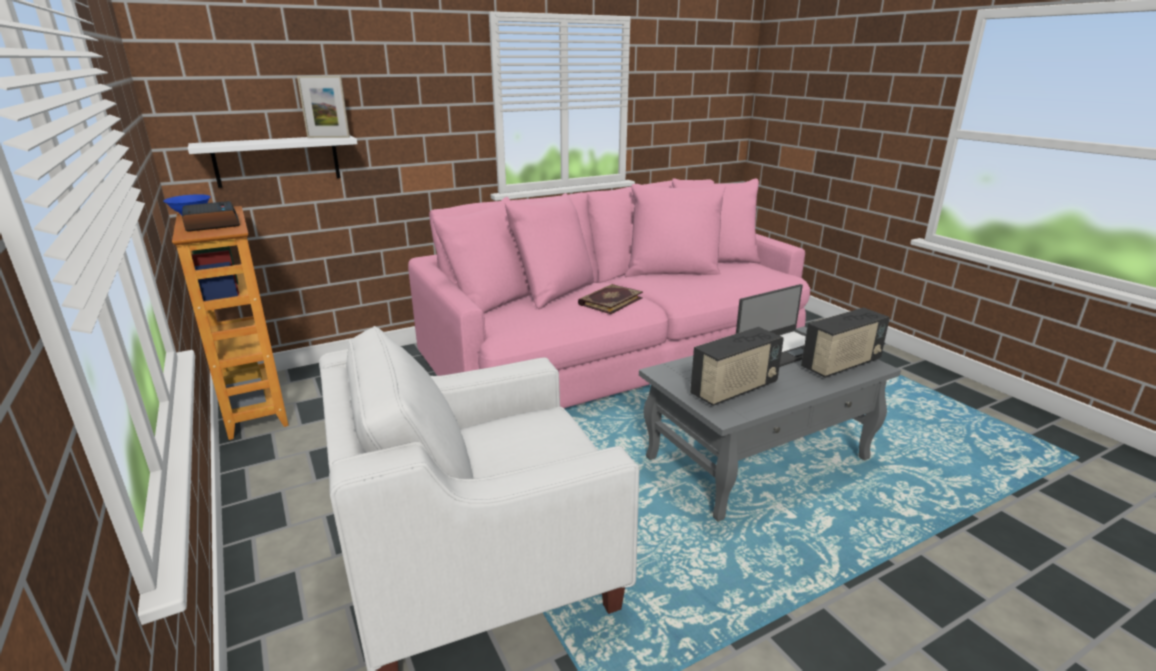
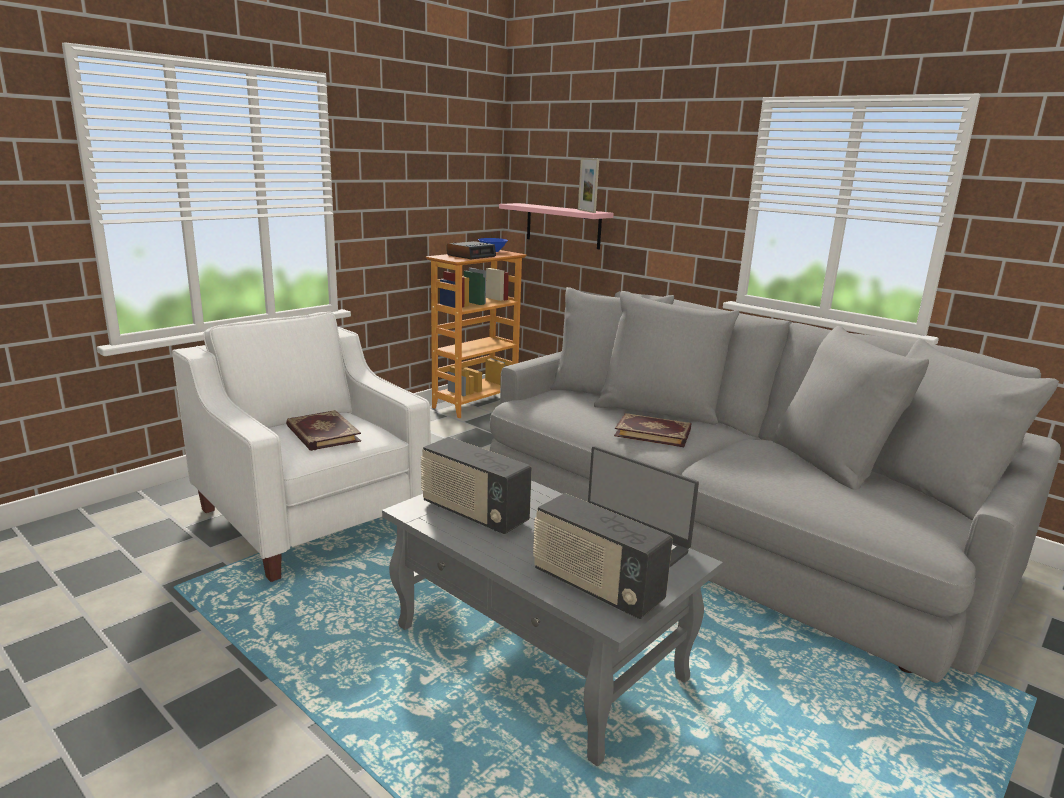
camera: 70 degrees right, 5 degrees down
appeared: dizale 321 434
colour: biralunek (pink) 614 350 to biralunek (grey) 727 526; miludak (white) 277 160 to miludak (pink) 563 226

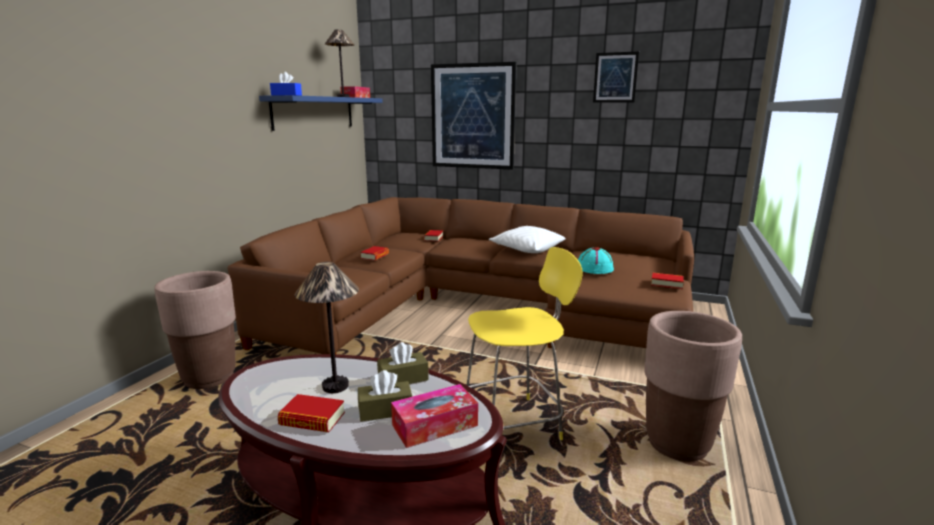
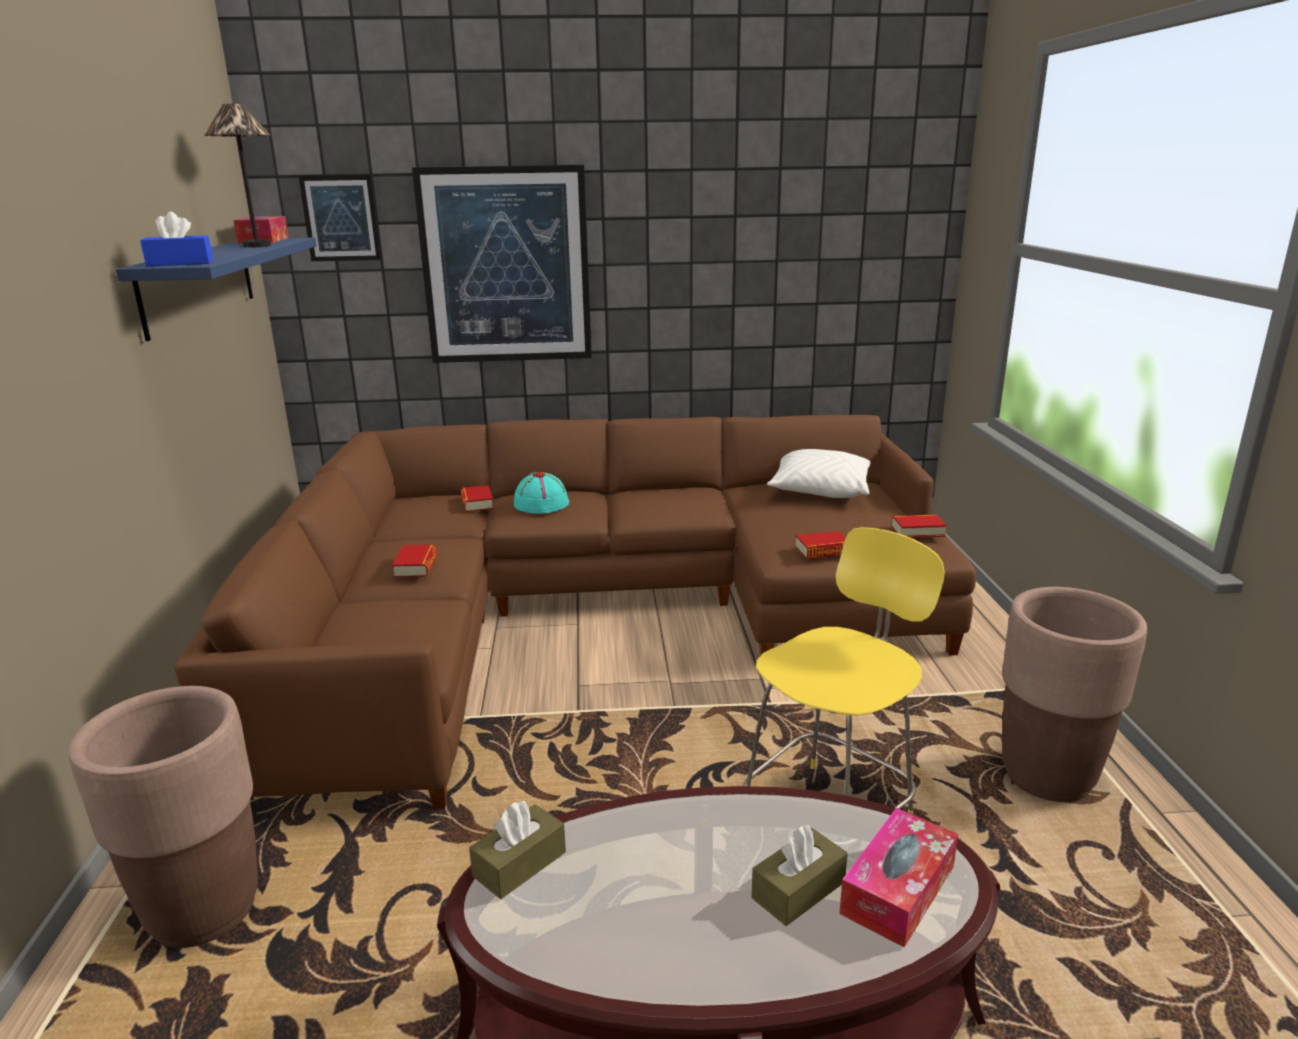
camera: 25 degrees left, 5 degrees up
missing: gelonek 335 386
relocated: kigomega 615 77 to 341 218; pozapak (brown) 403 378 to 519 864; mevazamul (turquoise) 594 268 to 541 503; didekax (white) 527 249 to 820 491; dizale 312 419 to 822 550

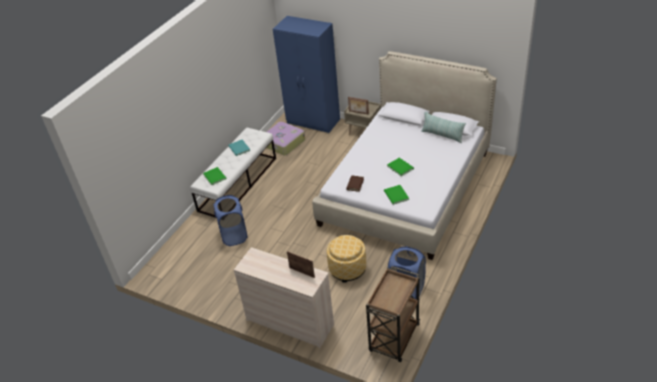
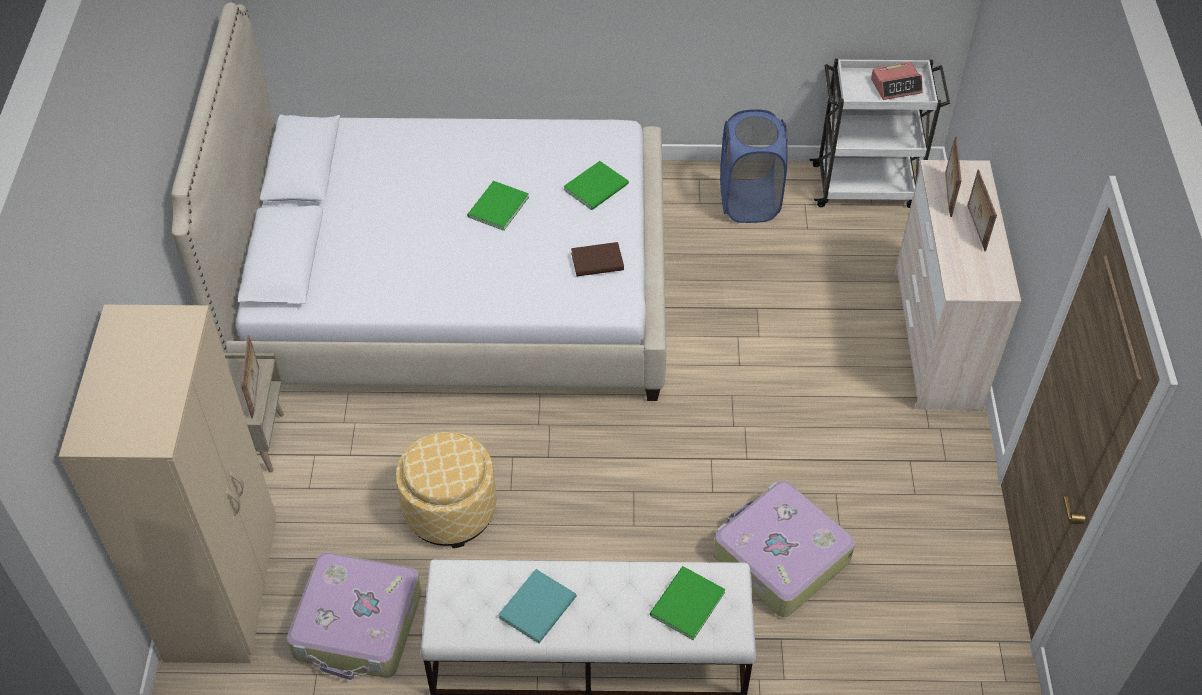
camera: 120 degrees left, 10 degrees up
missing: didekax 442 135
appeared: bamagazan 896 86; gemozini 975 228
relocated: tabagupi 347 269 to 450 510
exchanged: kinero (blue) 234 236 to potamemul 779 557
colour: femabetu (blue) 313 122 to femabetu (beige) 225 589; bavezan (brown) 394 339 to bavezan (white) 866 186

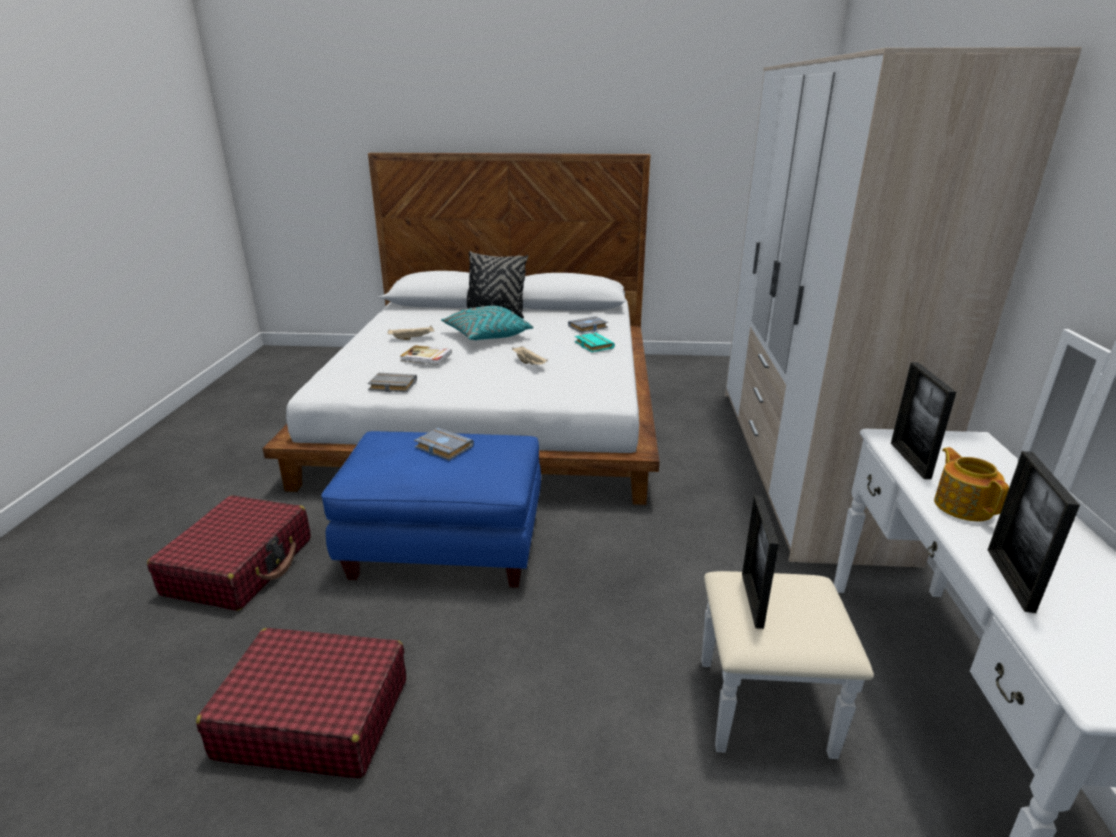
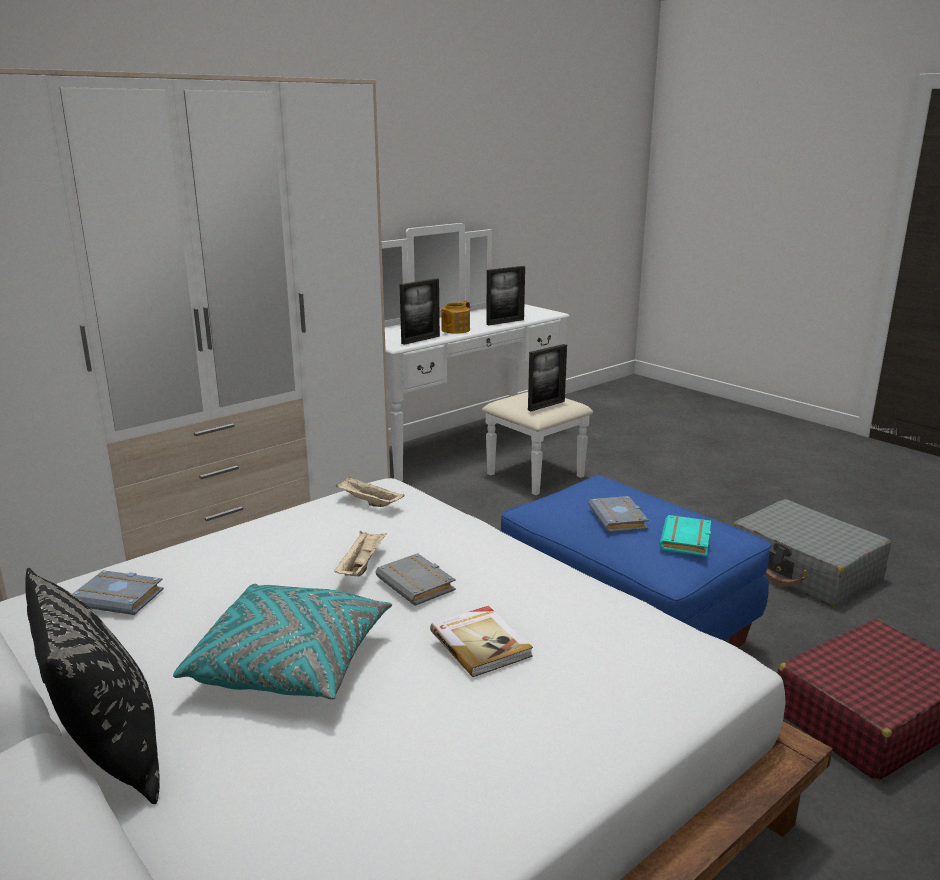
camera: 135 degrees left, 5 degrees down
relocated: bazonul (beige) 412 338 to 368 502; dizale (grey) 391 386 to 418 584; dizale (turquoise) 592 345 to 687 541
colour: potamemul (red) 314 717 to potamemul (grey) 805 569

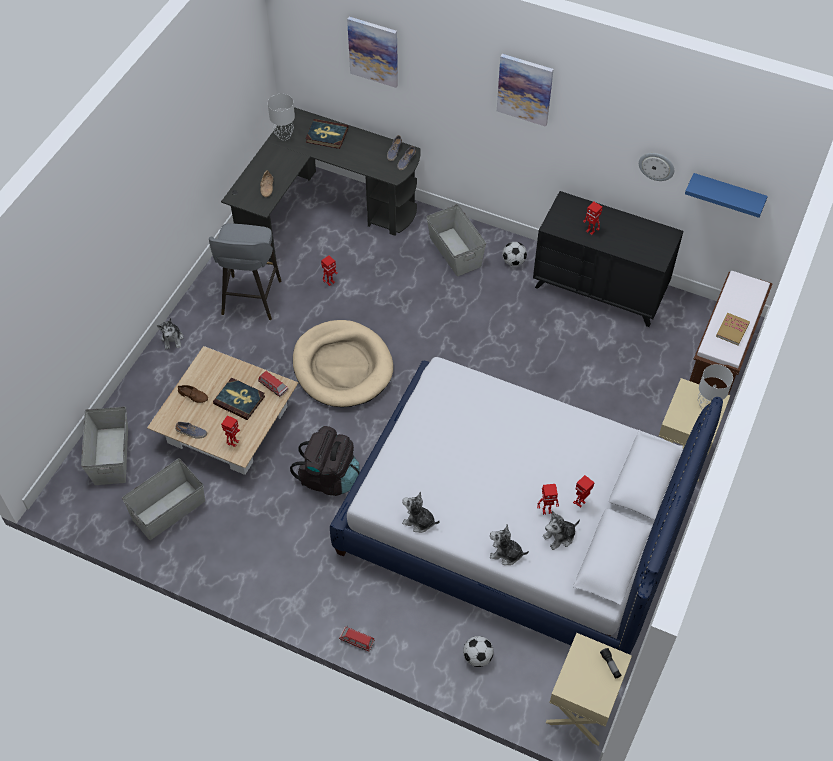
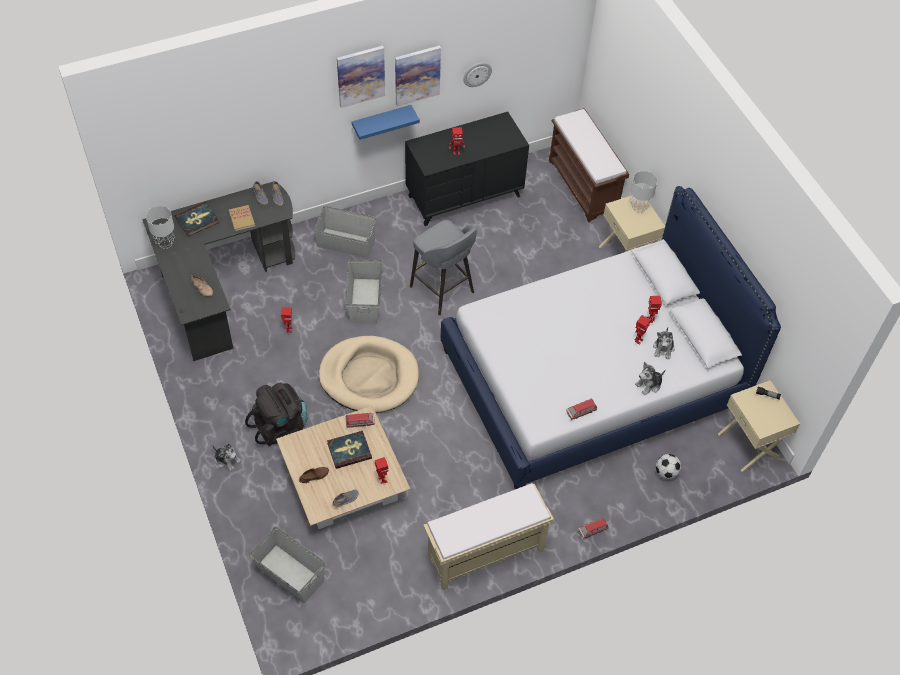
camera: 50 degrees left, 0 degrees up
missing: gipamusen 513 262
appeared: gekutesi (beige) 484 554
relocated: dizale 732 330 to 242 219; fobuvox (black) 329 477 to 280 426; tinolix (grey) 168 510 to 364 301; miludak (blue) 727 194 to 381 122; kigomega 373 51 to 417 75; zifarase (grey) 250 299 to 443 291
exchanged: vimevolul 419 521 to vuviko 581 411

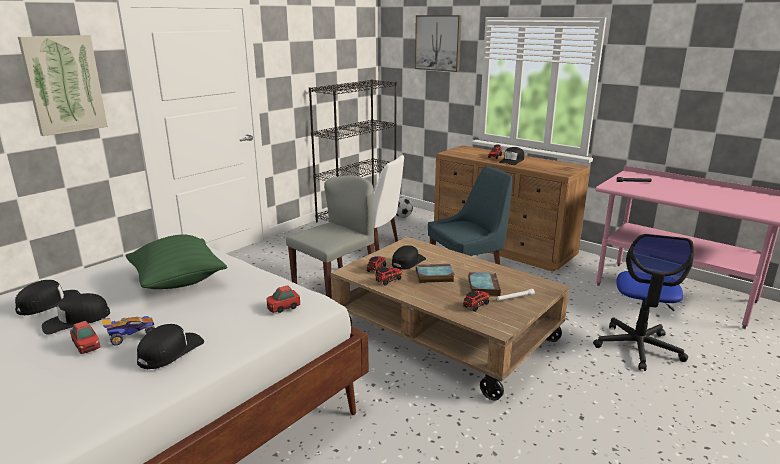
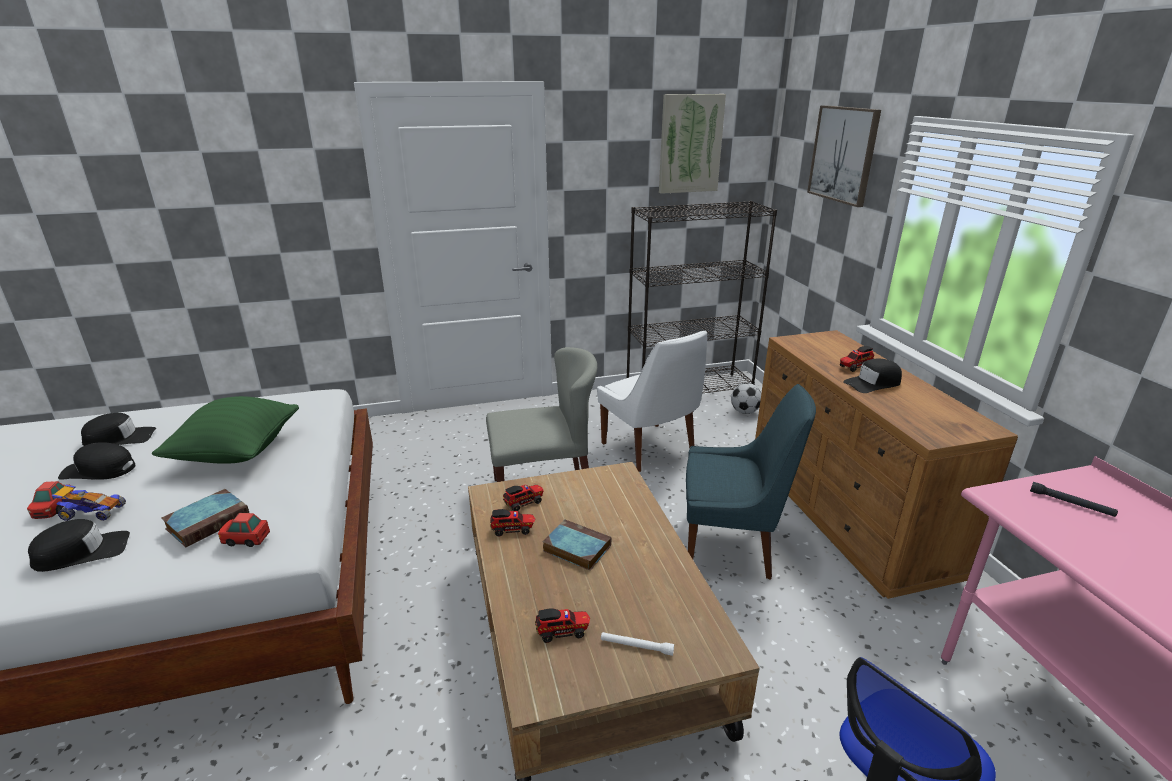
camera: 35 degrees right, 5 degrees up
missing: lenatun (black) 408 262
relocated: dizale 483 287 to 209 521; kigomega 64 84 to 690 144

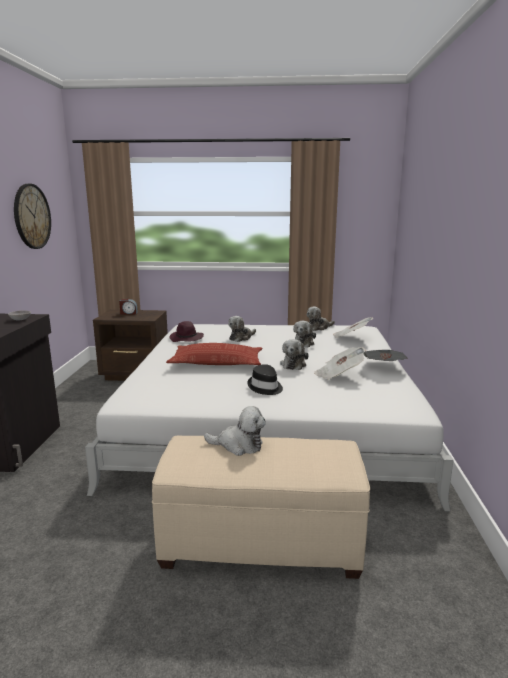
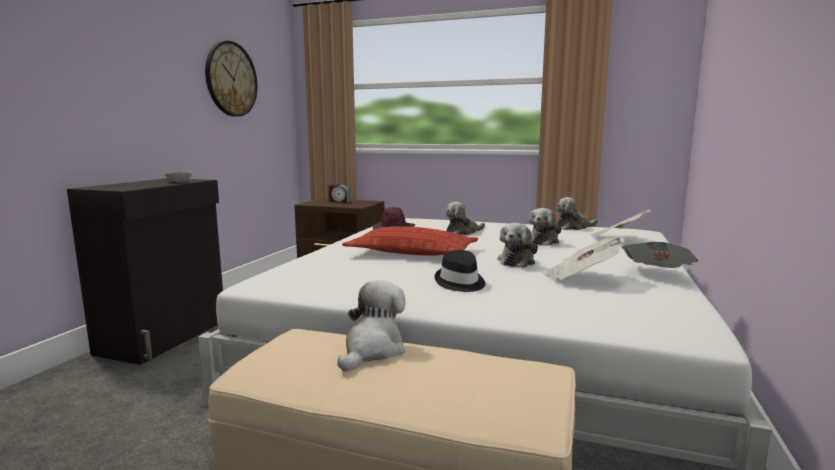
camera: 15 degrees right, 5 degrees down
spun: vimevolul 238 445 = 372 350 90 degrees counterclockwise

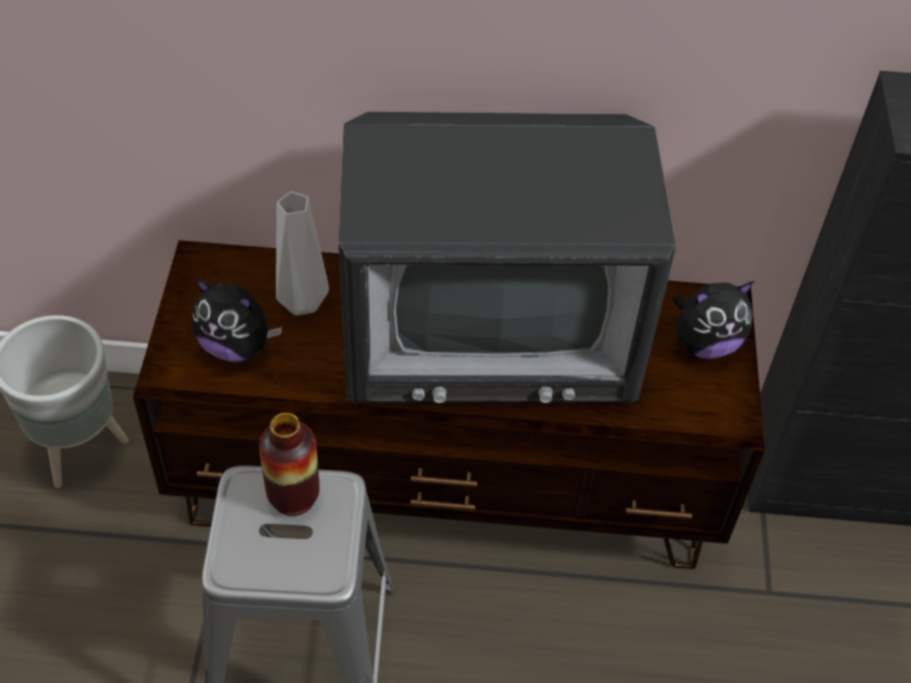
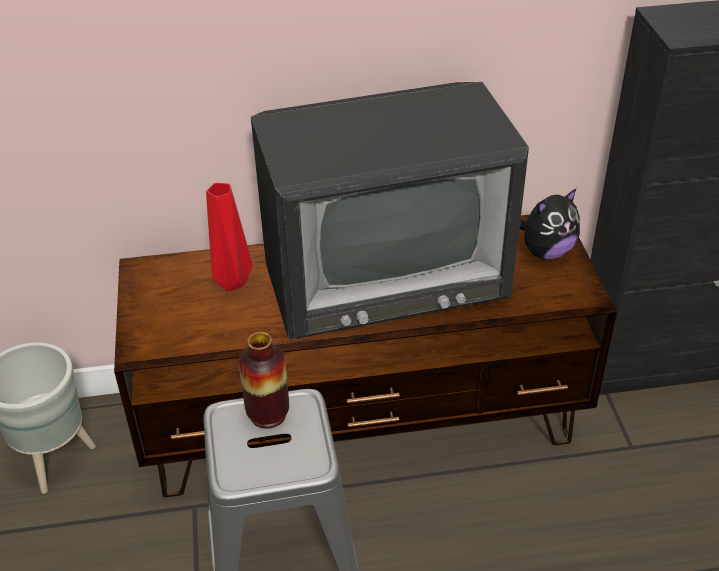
camera: 10 degrees left, 10 degrees down
missing: vimevolul 236 346
colour: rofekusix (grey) 300 302 to rofekusix (red) 230 281

